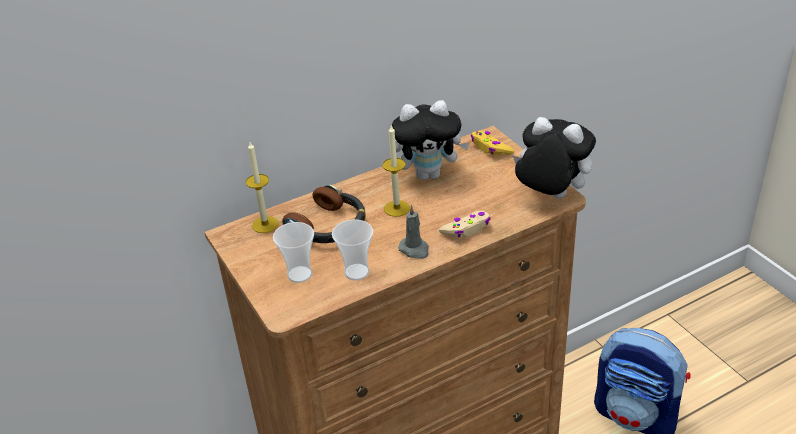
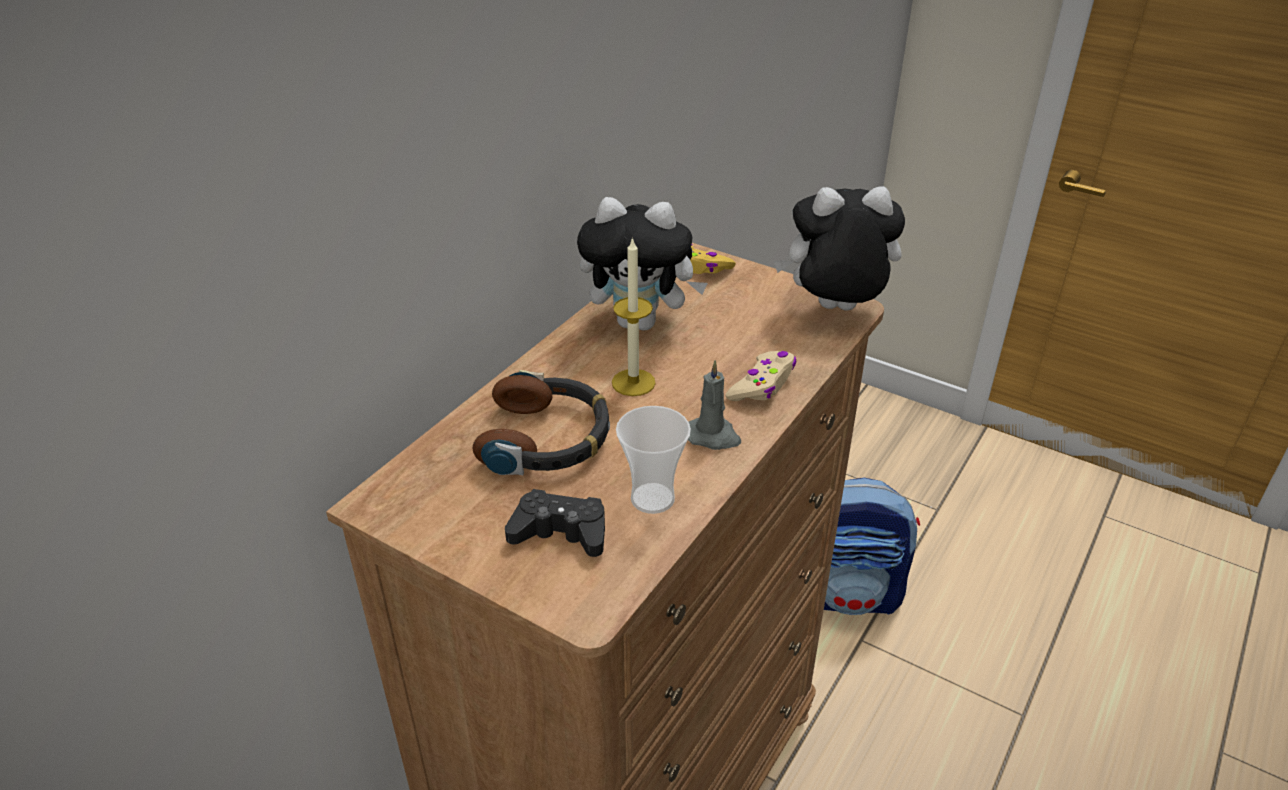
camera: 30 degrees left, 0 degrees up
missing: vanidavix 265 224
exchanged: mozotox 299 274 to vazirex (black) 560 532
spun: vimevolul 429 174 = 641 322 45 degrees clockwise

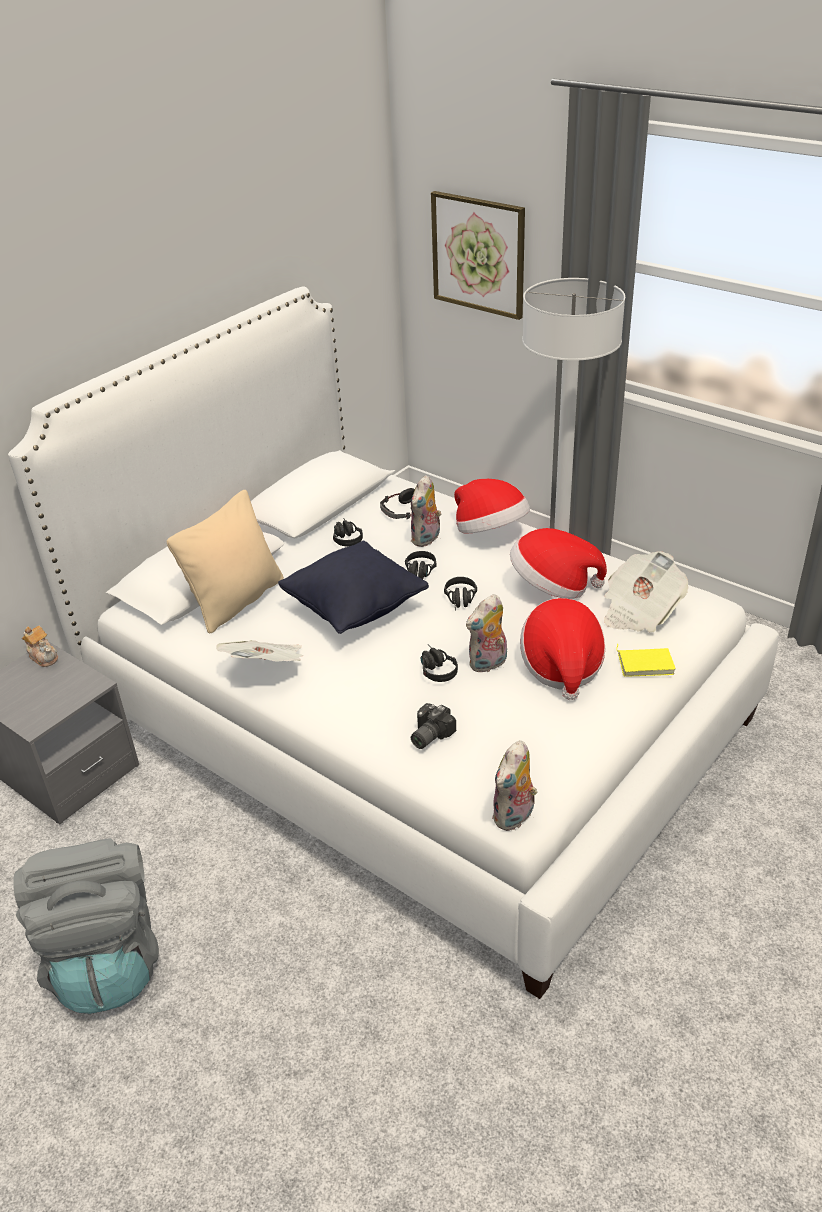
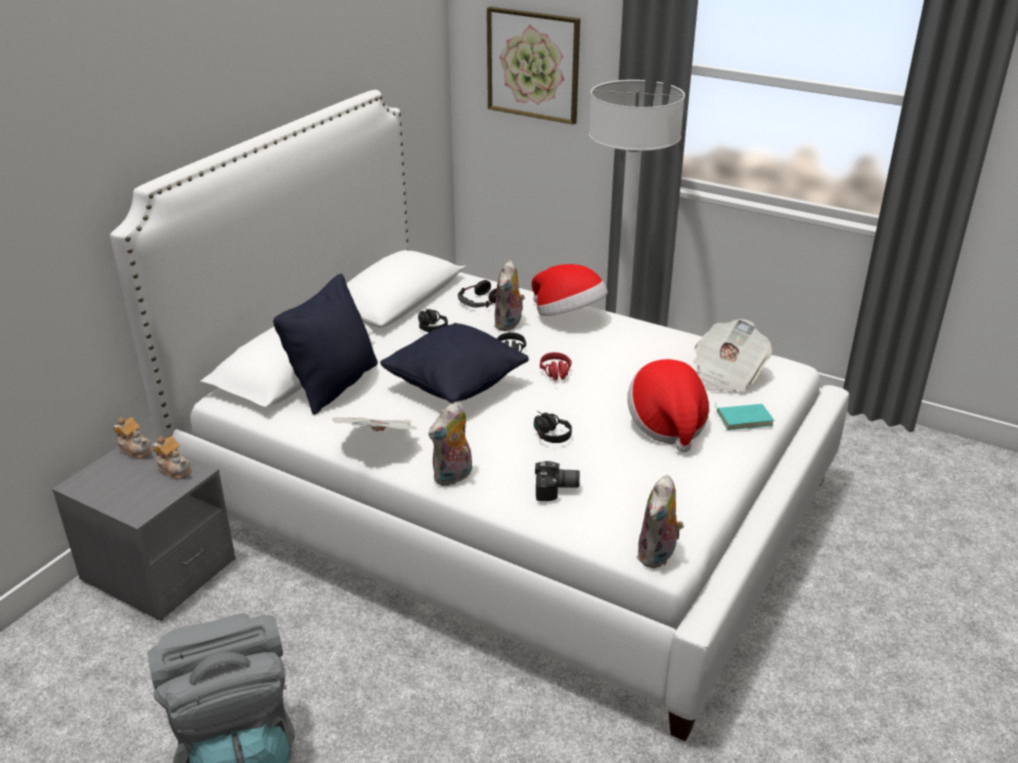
camera: 10 degrees left, 5 degrees down
missing: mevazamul 552 586
appeared: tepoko 174 469
relocated: vimevolul 488 664 to 453 477
colour: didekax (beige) 236 601 to didekax (black) 334 385; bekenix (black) 461 601 to bekenix (red) 557 375; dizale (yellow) 645 663 to dizale (turquoise) 744 418
spun: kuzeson 428 735 = 556 490 120 degrees counterclockwise

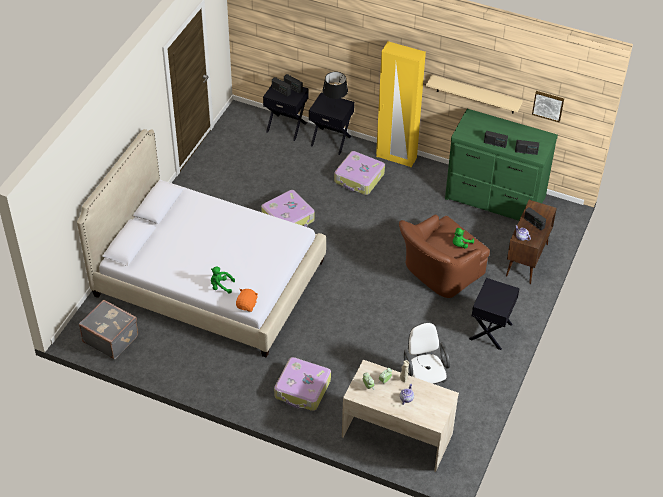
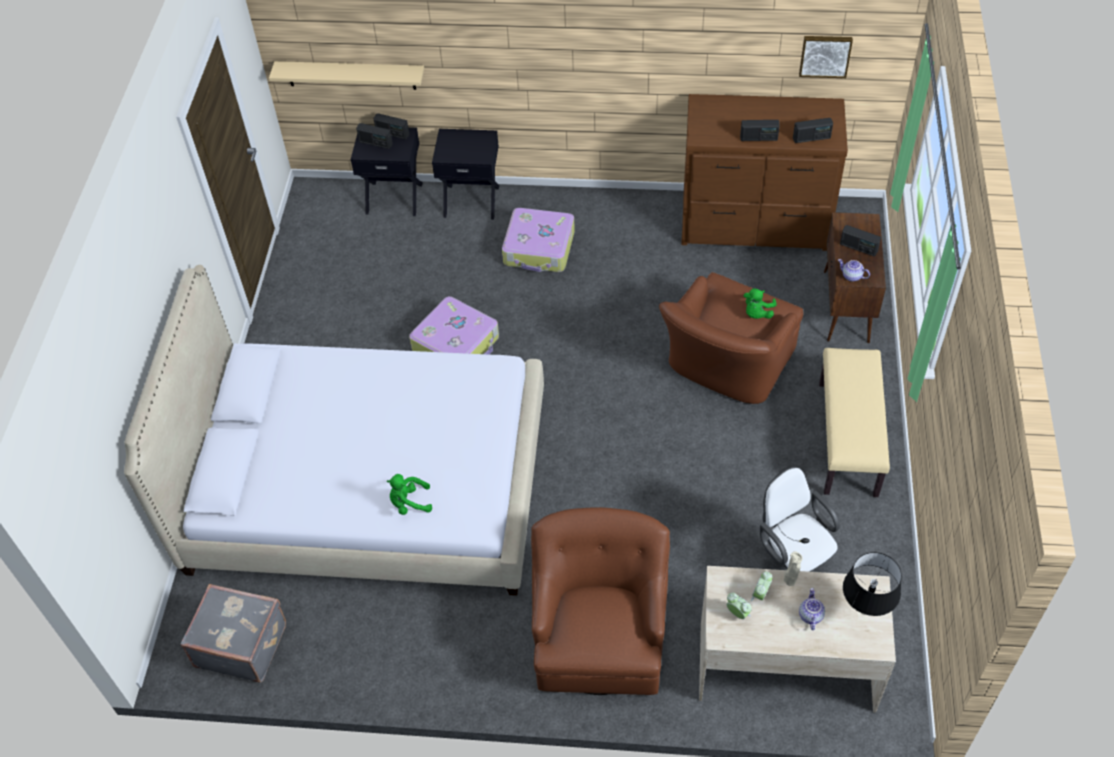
camera: 15 degrees left, 5 degrees up
missing: vimevolul (orange) 247 305; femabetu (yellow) 396 157
relocated: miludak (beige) 475 94 to 351 75; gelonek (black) 334 107 to 863 614
exchanged: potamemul 302 389 to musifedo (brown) 600 634; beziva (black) 491 332 to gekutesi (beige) 848 439
colour: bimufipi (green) 495 199 to bimufipi (brown) 755 224

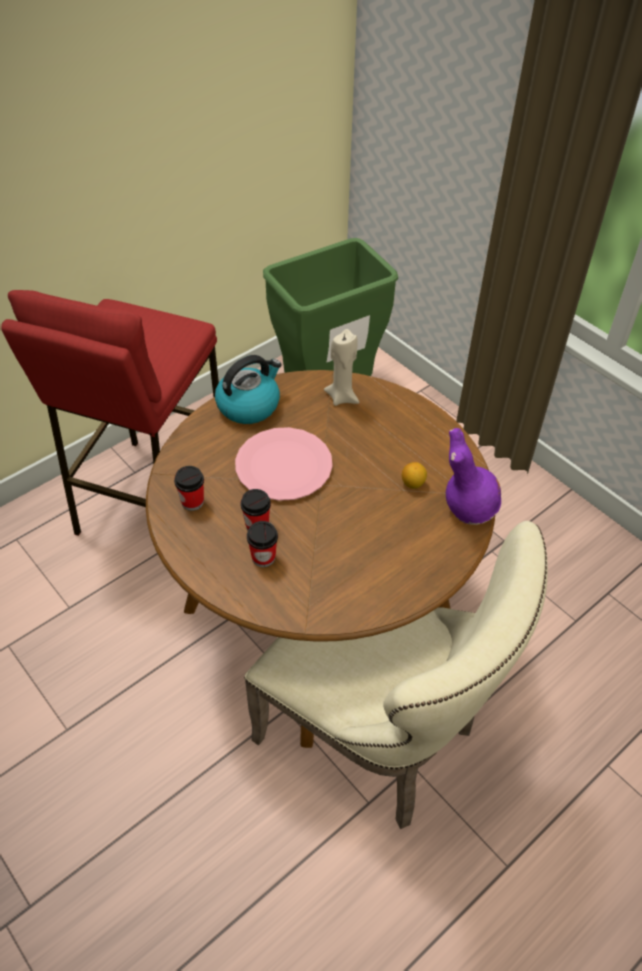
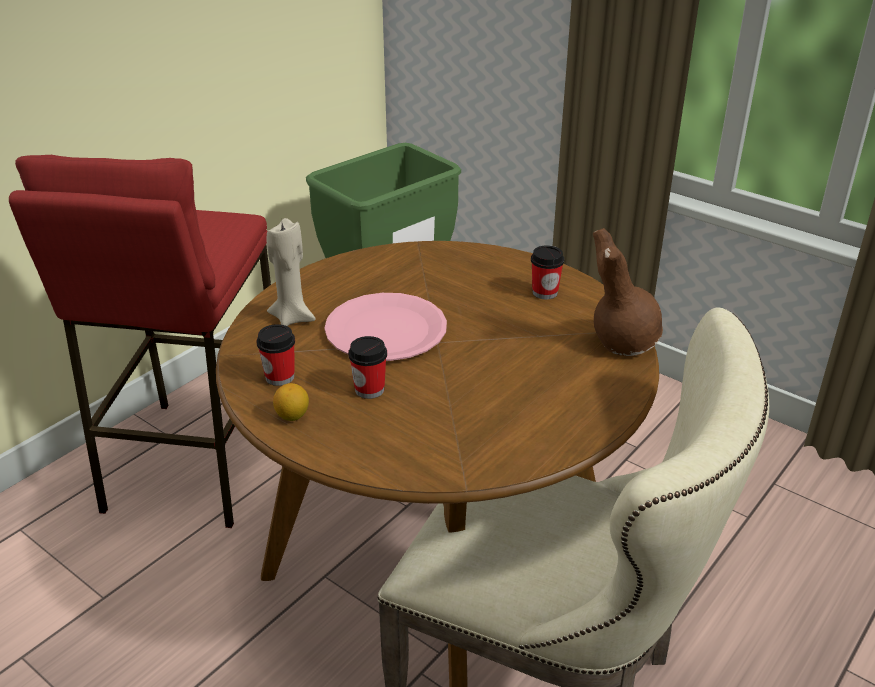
camera: 10 degrees left, 15 degrees down
missing: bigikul 249 405
relocated: vanidavix (beige) 342 397 to 292 317; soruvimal 413 483 to 292 416; mozotox 263 557 to 545 292
colour: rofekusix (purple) 467 508 to rofekusix (brown) 621 343

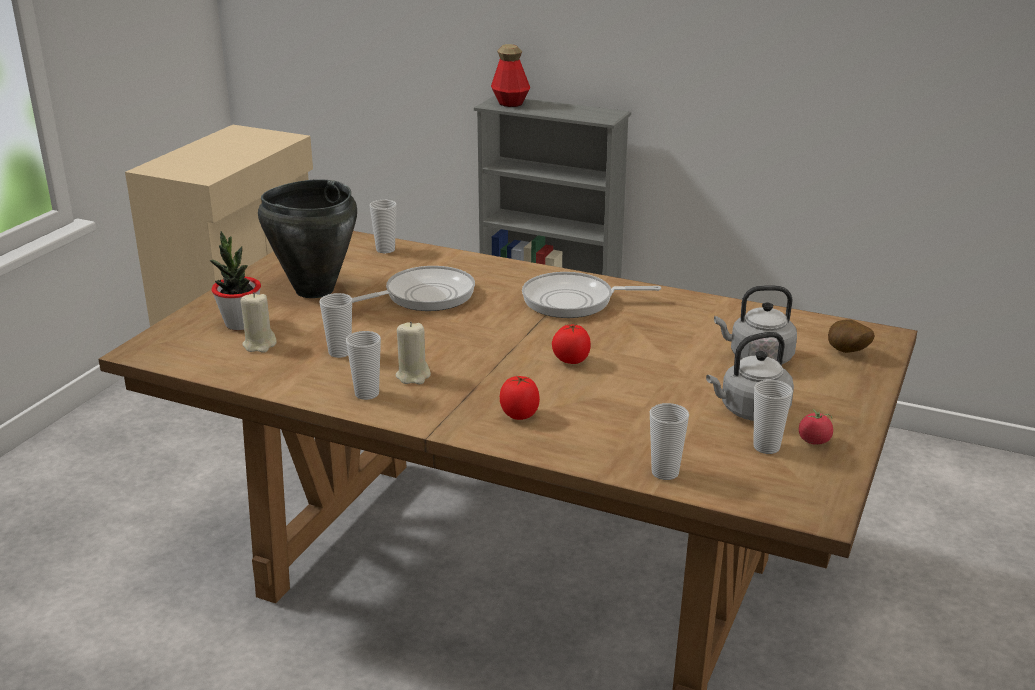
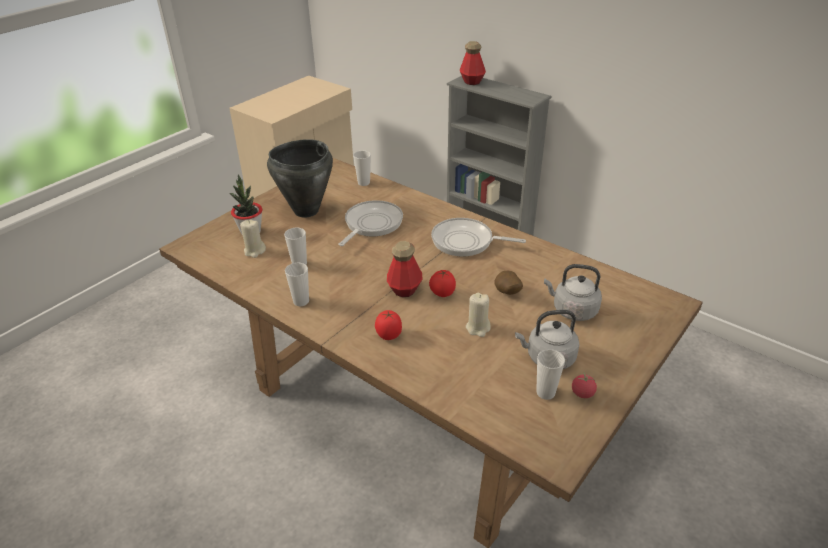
camera: 15 degrees right, 10 degrees up
missing: mozotox 665 473
appeared: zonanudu 404 289
relocated: vanidavix (beige) 413 376 to 478 328; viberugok 847 353 to 507 293
spun: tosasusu 424 296 = 371 224 45 degrees counterclockwise

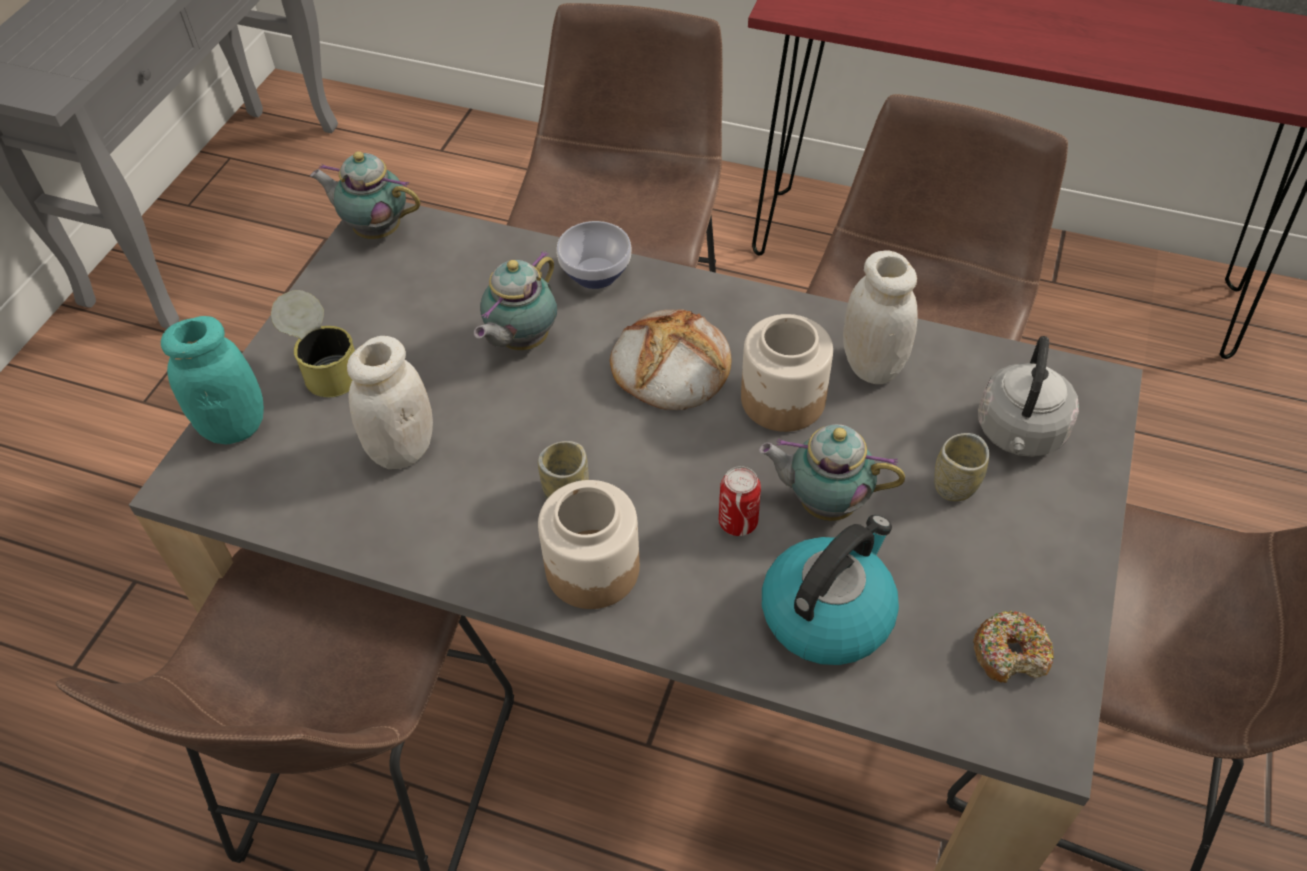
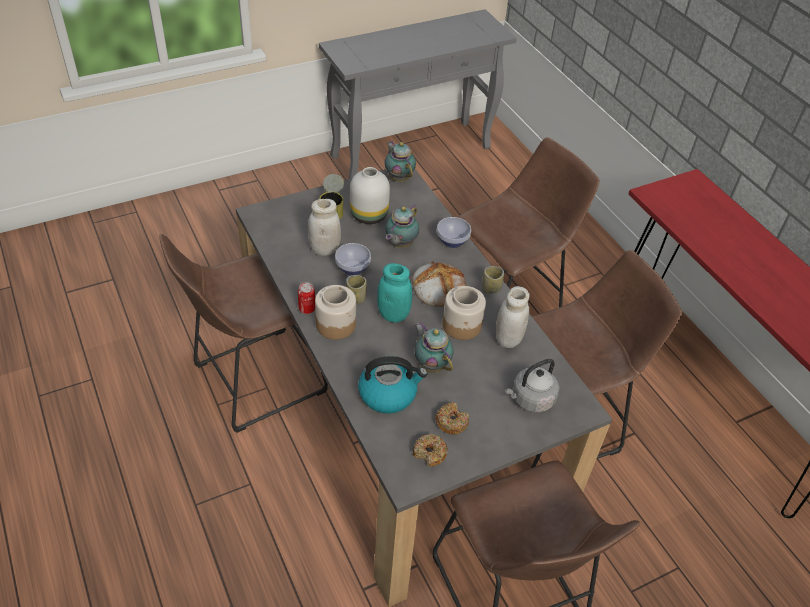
camera: 40 degrees right, 5 degrees down
appeared: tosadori 351 268; rofekusix (white) 370 215; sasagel 451 422
relocated: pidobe 738 522 to 307 308; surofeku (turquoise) 234 426 to 393 314; mozotox 955 485 to 491 288
spun: tepoko 520 342 = 400 244 45 degrees counterclockwise

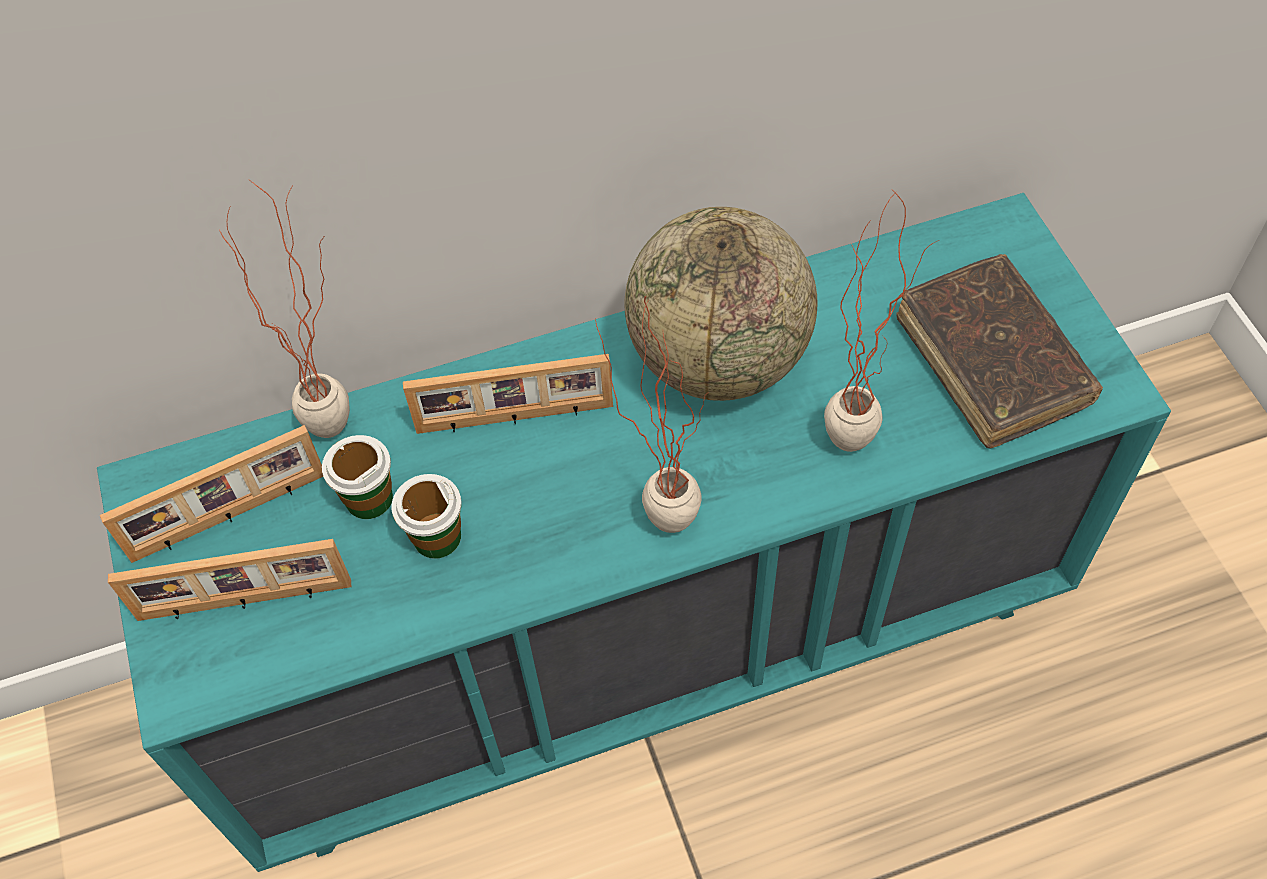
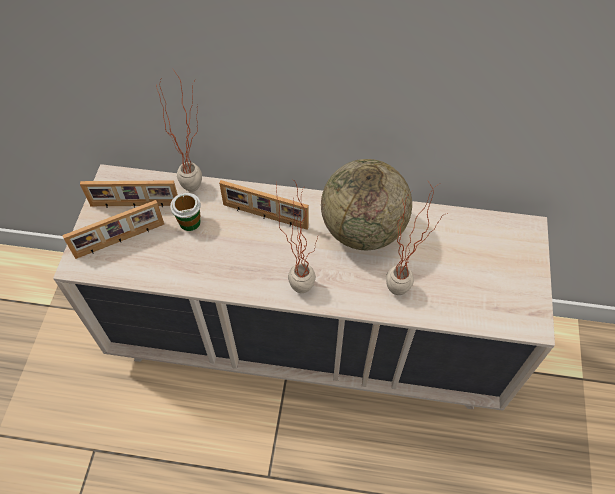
camera: 25 degrees right, 0 degrees up
missing: mozotox 436 537; dizale (brown) 992 362
colour: bimufipi (turquoise) 647 640 to bimufipi (beige) 308 340
spun: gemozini 245 603 = 120 241 45 degrees counterclockwise

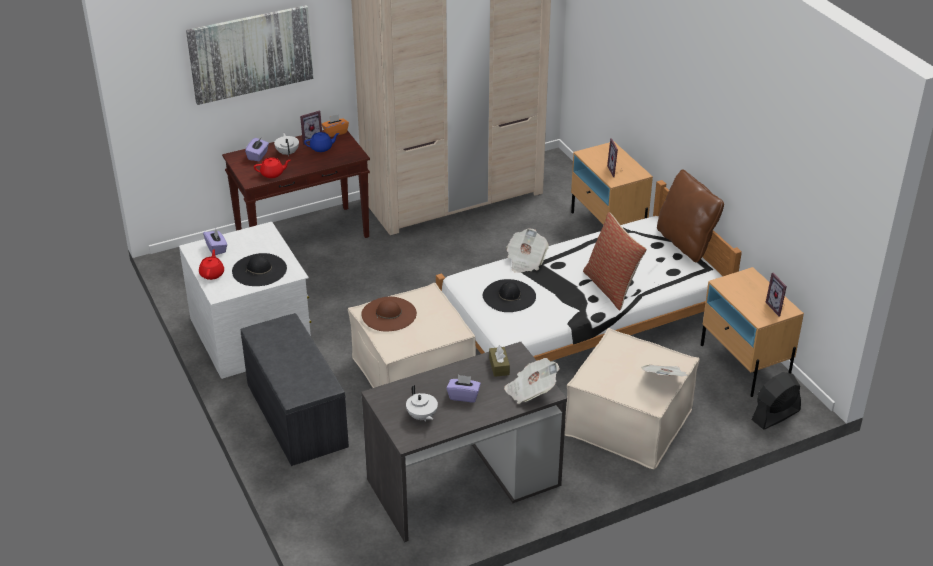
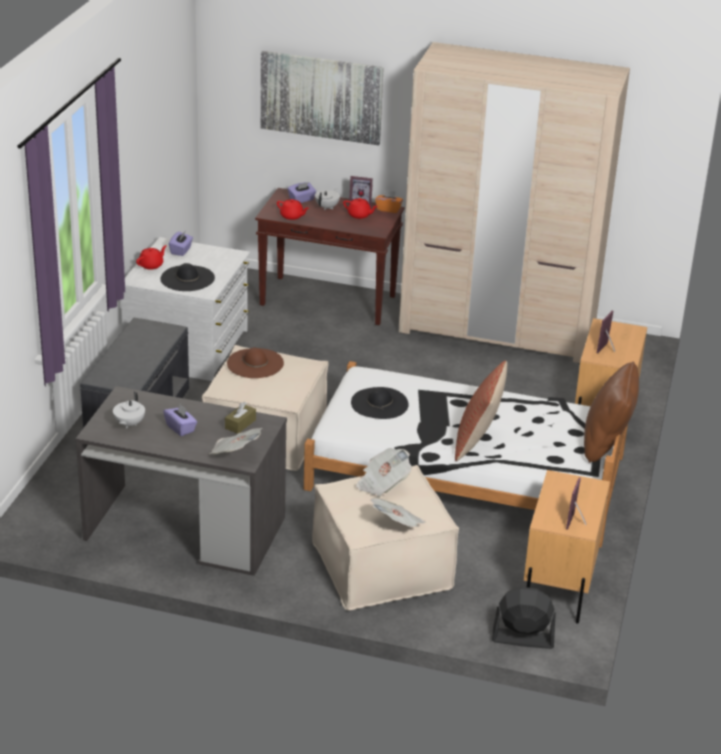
camera: 40 degrees right, 5 degrees down
relocated: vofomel 525 261 to 382 484
colour: tepoko (blue) 322 148 to tepoko (red) 359 215

